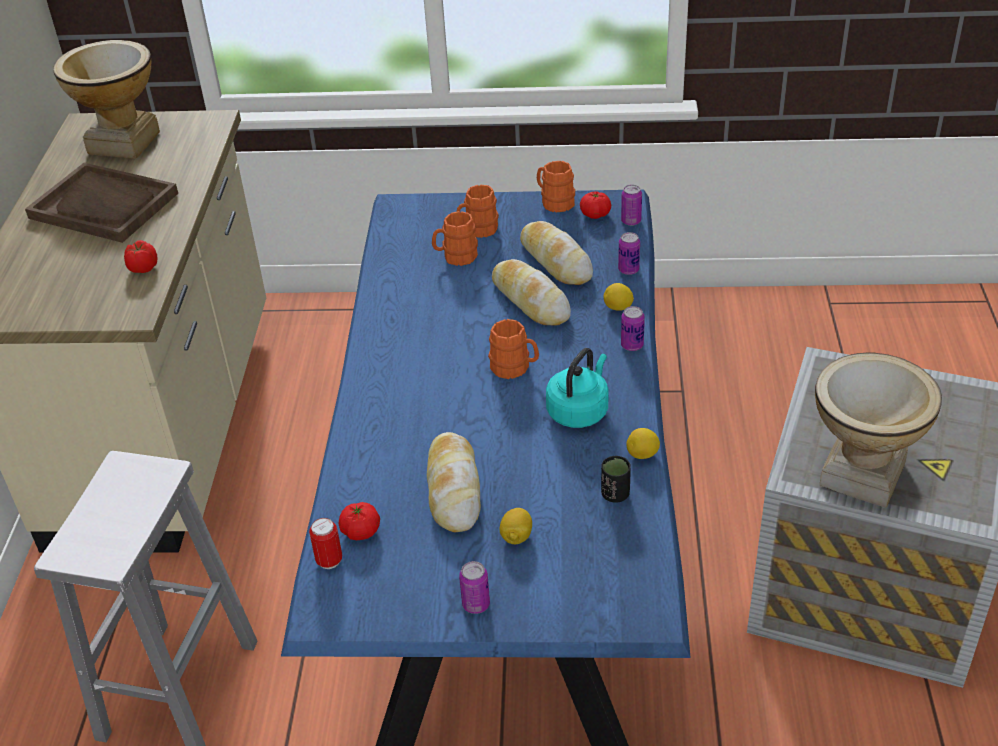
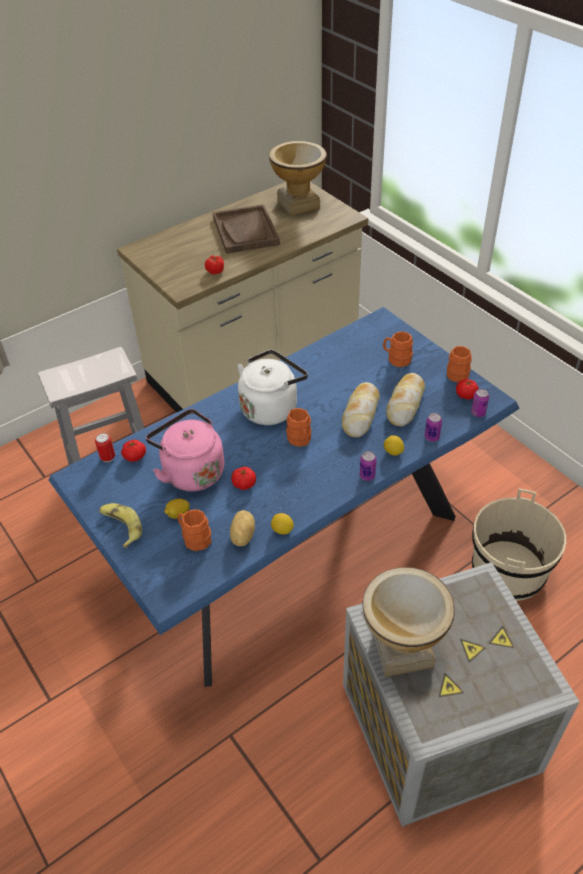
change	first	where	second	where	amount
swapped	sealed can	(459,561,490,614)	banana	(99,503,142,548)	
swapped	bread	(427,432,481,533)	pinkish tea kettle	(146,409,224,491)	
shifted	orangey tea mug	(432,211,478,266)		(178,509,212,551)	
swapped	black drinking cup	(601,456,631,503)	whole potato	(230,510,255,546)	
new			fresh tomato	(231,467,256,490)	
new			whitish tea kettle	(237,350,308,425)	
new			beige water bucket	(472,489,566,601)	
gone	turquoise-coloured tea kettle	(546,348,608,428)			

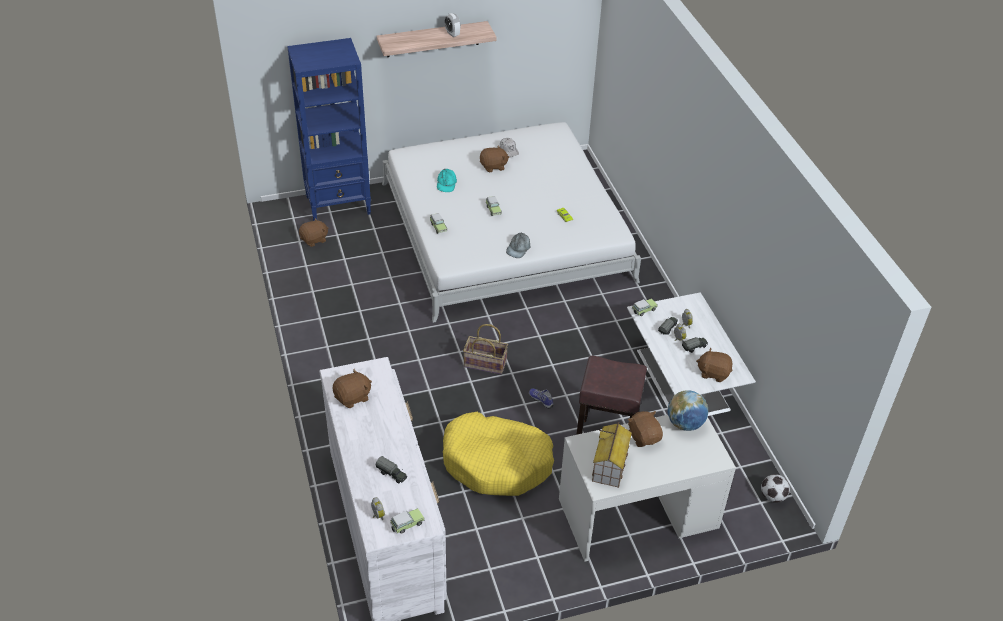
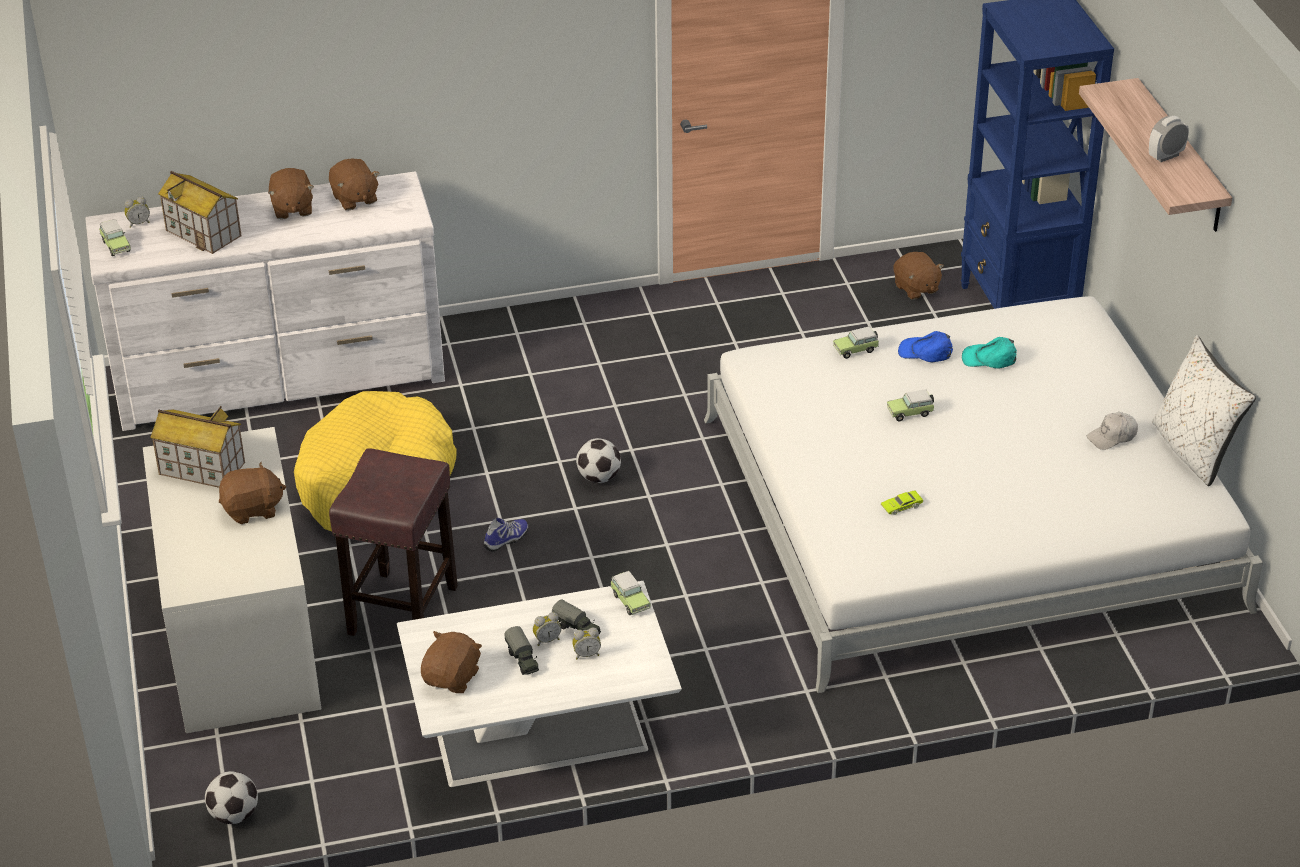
change	first	where	second	where	amount
swapped	toy truck	(376,456,407,484)	toy house	(158,171,242,254)	
shifted	brownish cuddly toy	(480,145,509,173)		(268,168,314,219)	
swapped	household basket	(463,324,508,375)	football	(576,438,621,483)	
new			blue-coloured peaked cap	(898,331,953,362)	
new			whitish cushion	(1152,335,1256,486)	
gone	grey peaked cap	(506,233,530,258)			
gone	desk globe	(667,390,708,431)			

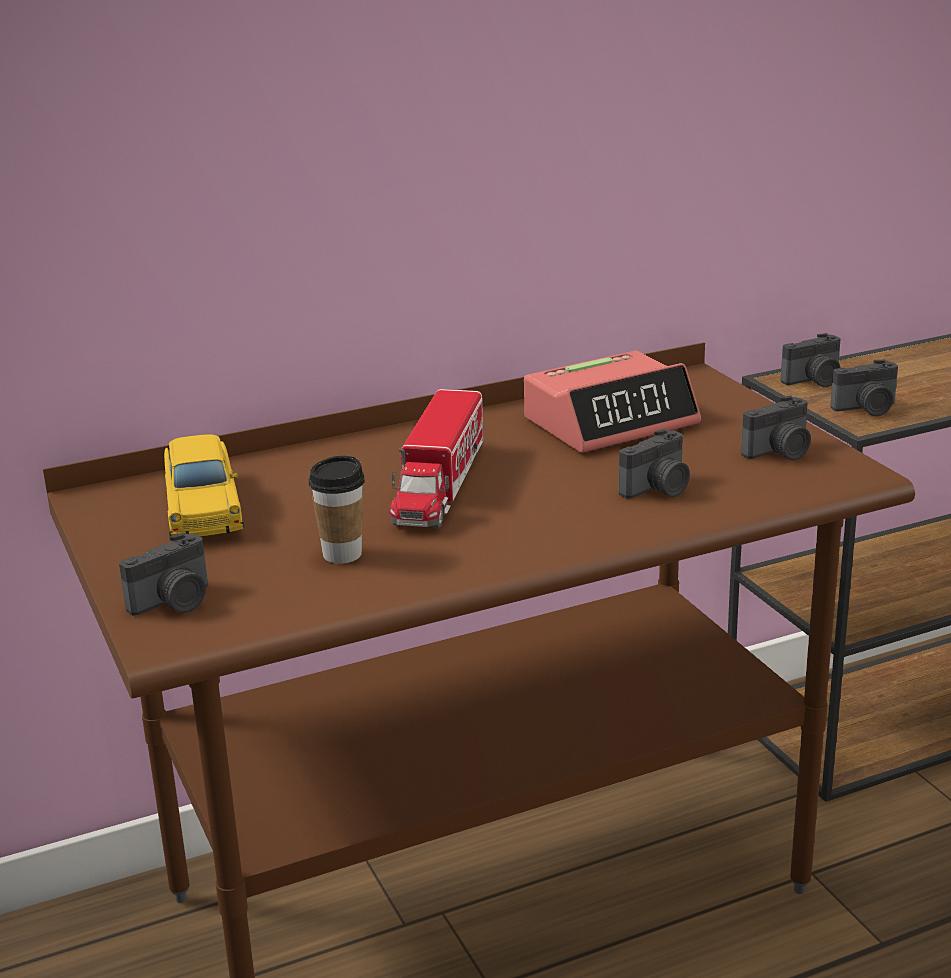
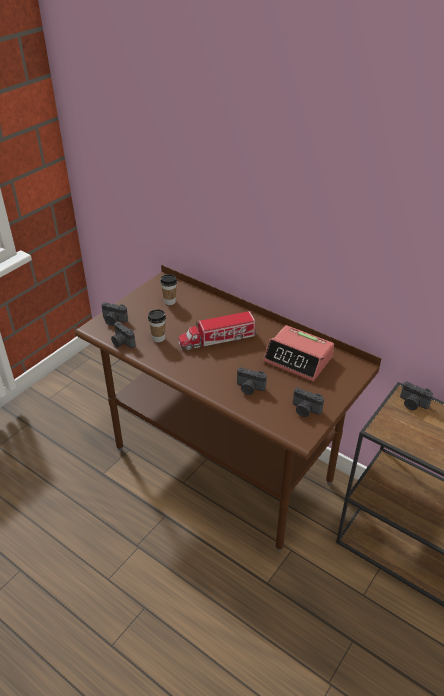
change	first	where	second	where	amount
shifted	still camera	(830,359,898,416)		(111,322,136,348)	
swapped	yellow-coloured toy car	(164,434,244,536)	drinking cup	(160,274,177,305)	

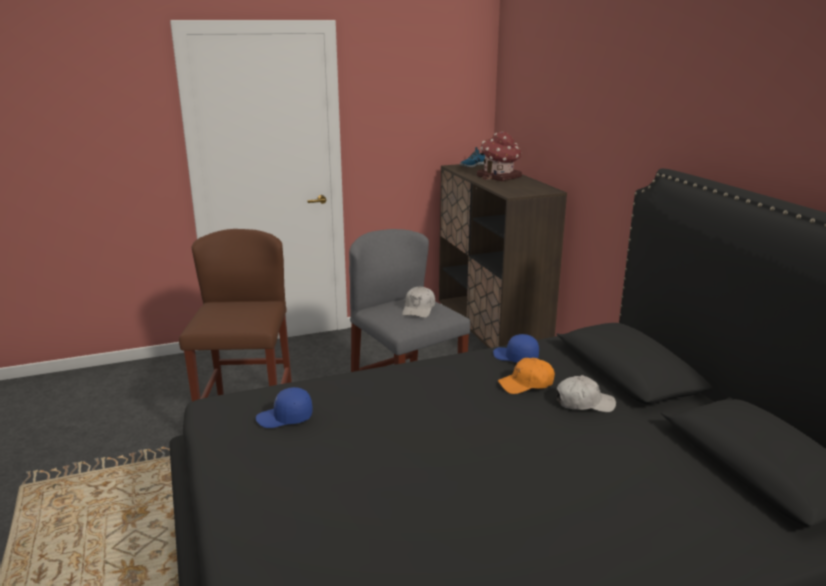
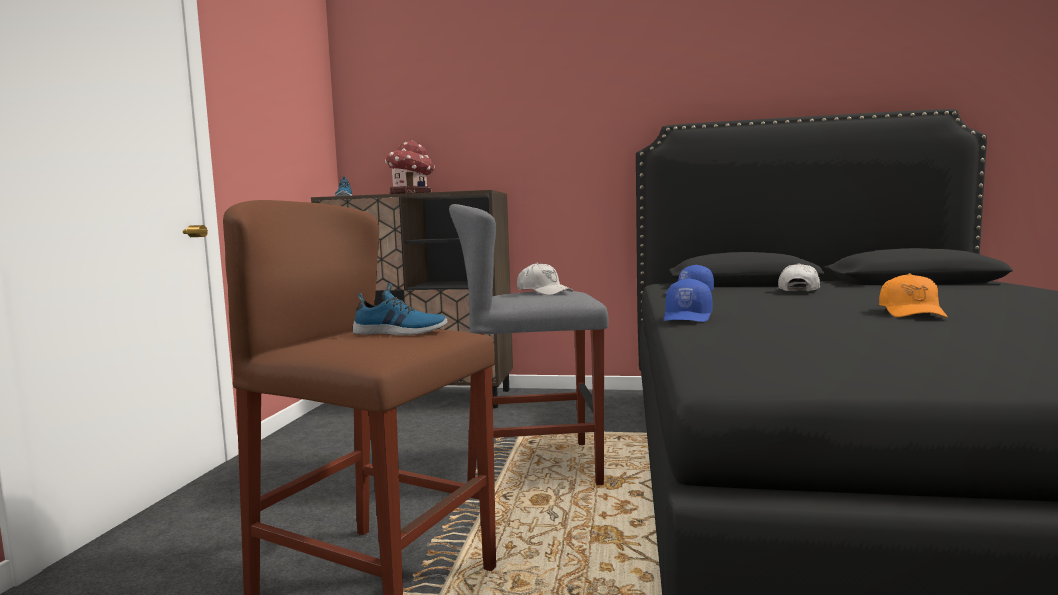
change	first	where	second	where	amount
new			shoe	(353,283,448,335)	
shifted	blue-coloured peaked cap	(256,387,312,428)		(664,278,713,322)	
shifted	orangey peaked cap	(498,358,555,394)		(879,273,948,318)	

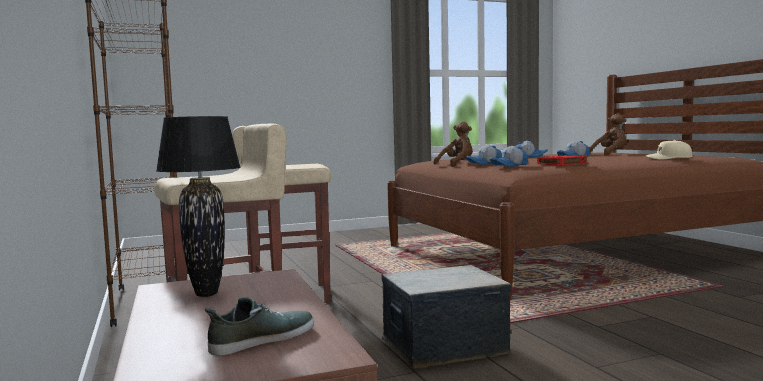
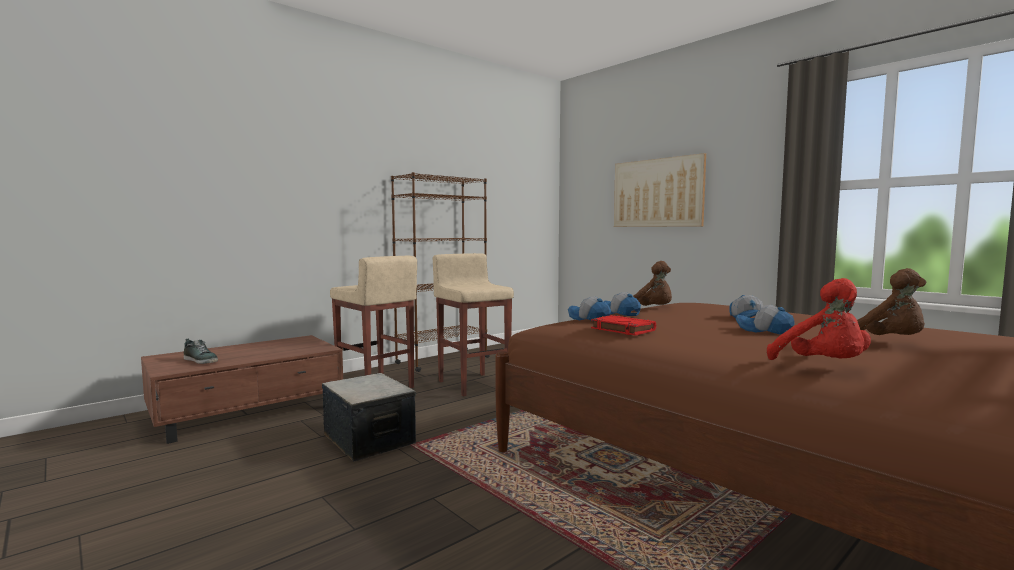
change	first	where	second	where	amount
new			picture	(614,153,706,227)	
swapped	beige peaked cap	(645,140,693,160)	red cuddly toy	(767,278,871,360)	
gone	black tabletop lamp	(156,116,241,297)			

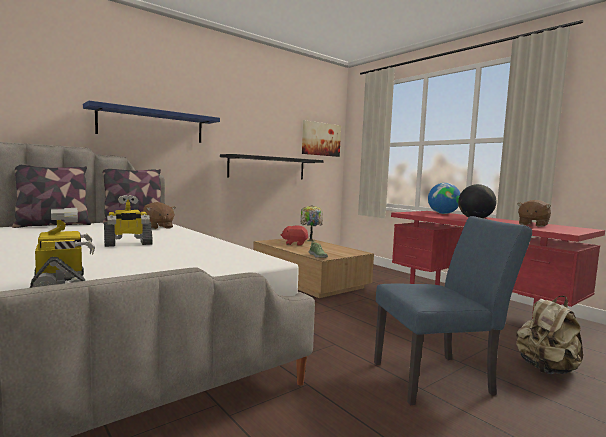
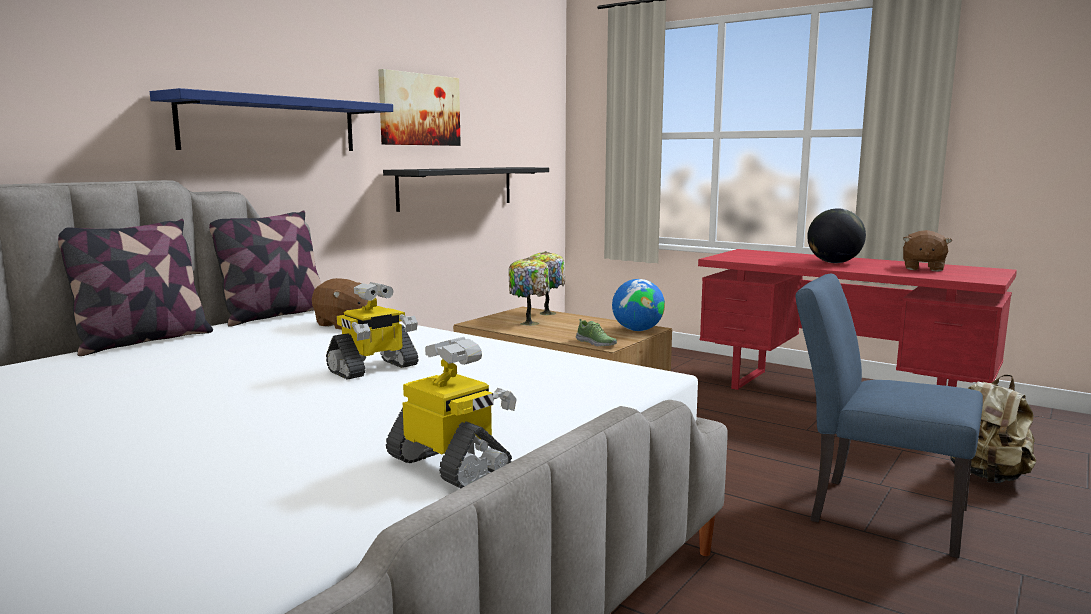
change	first	where	second	where	amount
shifted	picture	(302,120,341,157)		(378,69,461,146)	
swapped	red cuddly toy	(281,226,309,246)	tabletop lamp	(508,257,550,326)	
shifted	desk globe	(428,183,460,214)		(612,279,665,331)	
rotated	blue-coloured plain chair	(374,216,532,406)		(796,274,983,558)	120 degrees counterclockwise

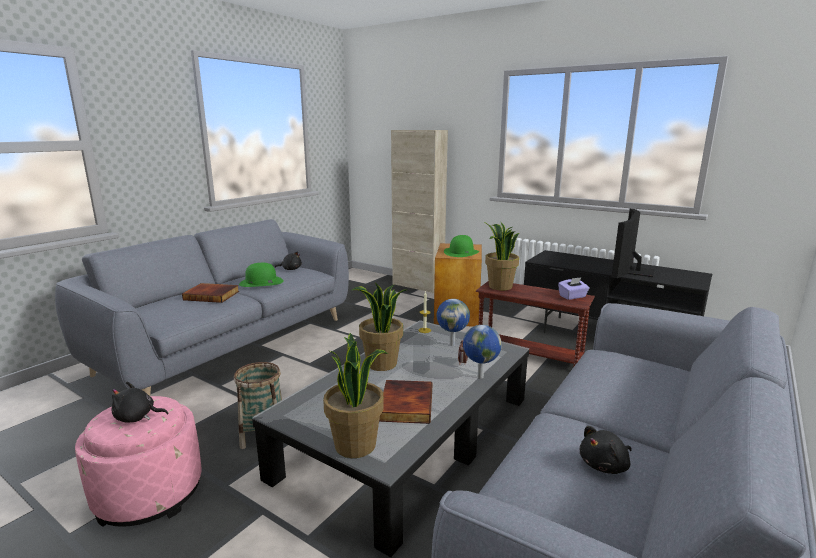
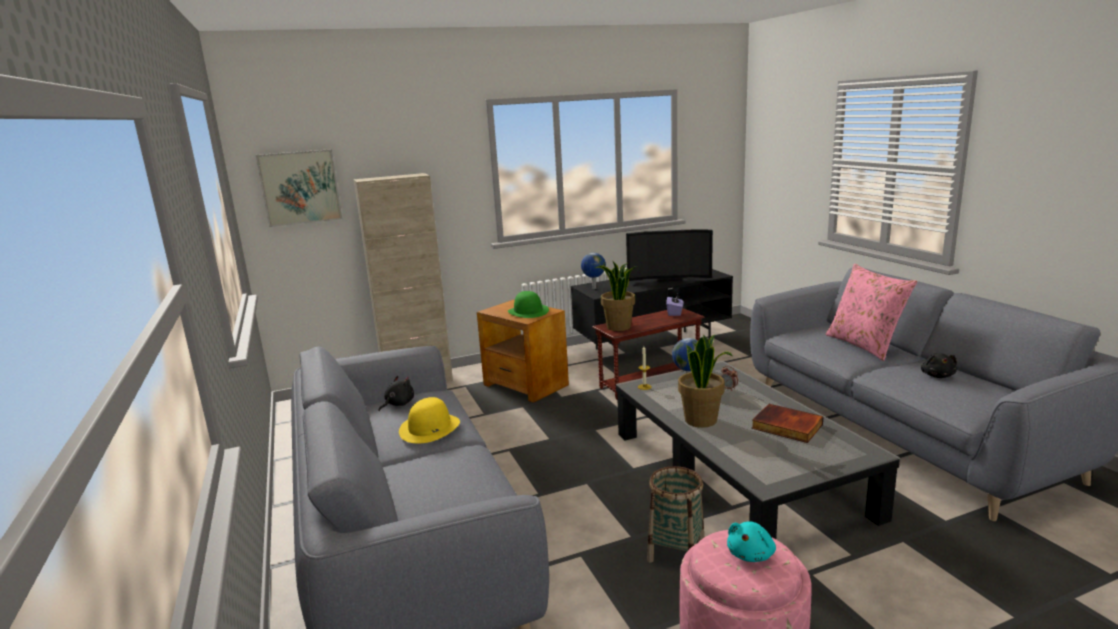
change	first	where	second	where	amount
new			picture	(256,149,342,227)	
repainted	green-coloured clothing hat	(239,263,283,287)	yellow-coloured clothing hat	(399,397,460,443)	
shifted	desk globe	(463,325,502,379)		(581,253,606,289)	
rotated	television	(612,209,655,278)		(626,229,713,282)	60 degrees counterclockwise
repainted	black cuddly toy	(112,382,169,423)	turquoise-coloured cuddly toy	(727,521,776,562)	
new			pinkish cushion	(826,264,917,361)	
gone	bound book	(182,283,239,303)			
gone	potted plant	(323,333,388,458)			

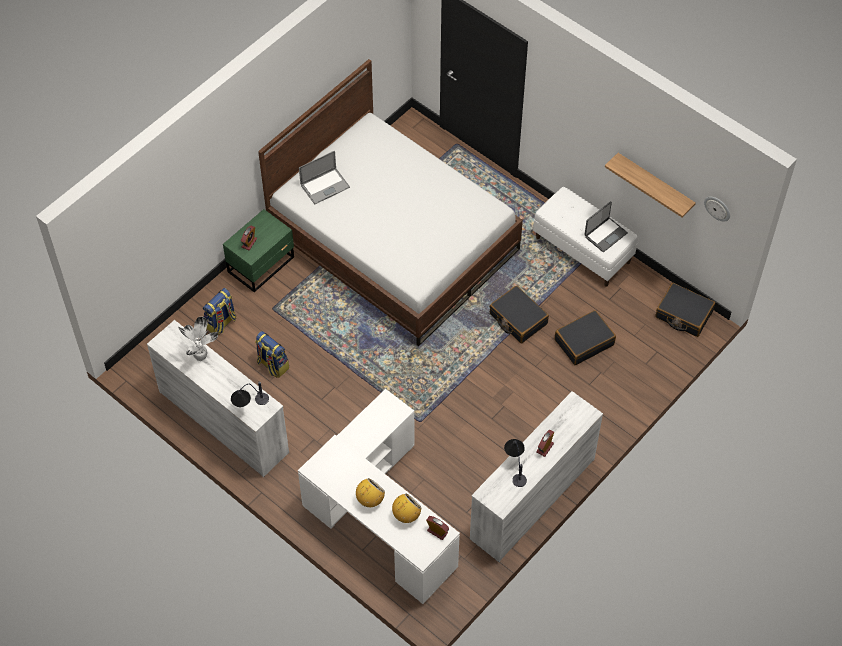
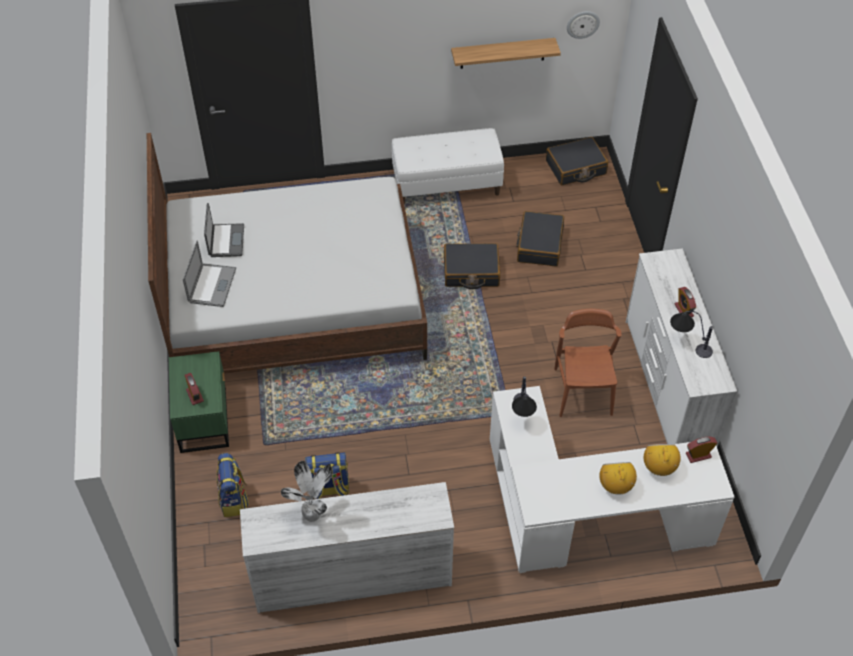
change	first	where	second	where	amount
shifted	notebook computer	(584,201,628,252)		(204,203,244,257)	
shifted	tabletop lamp	(231,381,269,407)		(512,376,537,417)	
new			brownish plain chair	(554,309,622,417)	

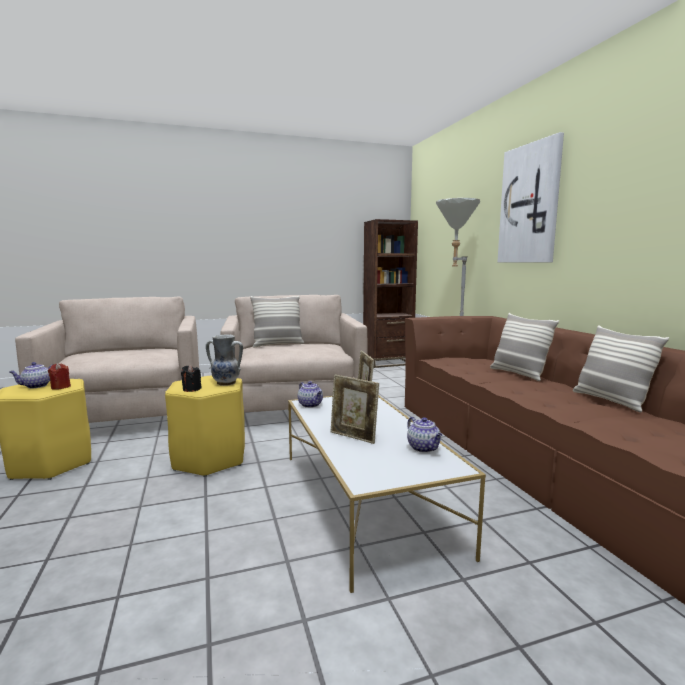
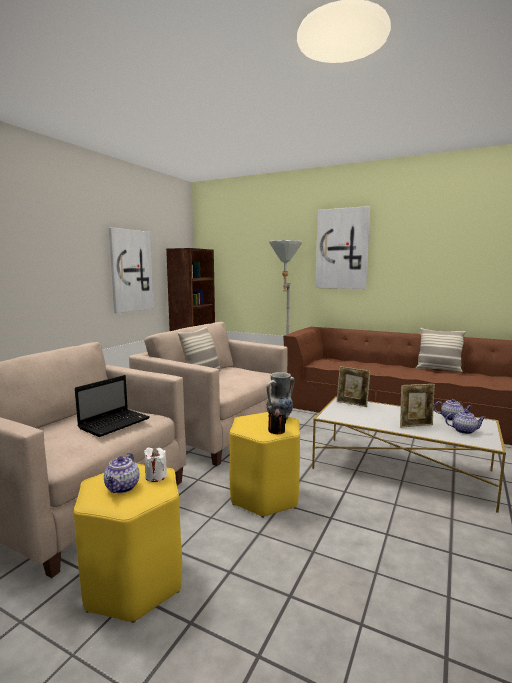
change	first	where	second	where	amount
new			notebook computer	(75,375,150,437)	
new			picture	(109,227,154,313)	
repainted	red wax candle	(48,363,71,390)	whitish wax candle	(144,448,167,482)	
shifted	tea pot	(298,381,323,408)		(445,410,486,434)	
gone	cushion	(490,313,559,381)			

